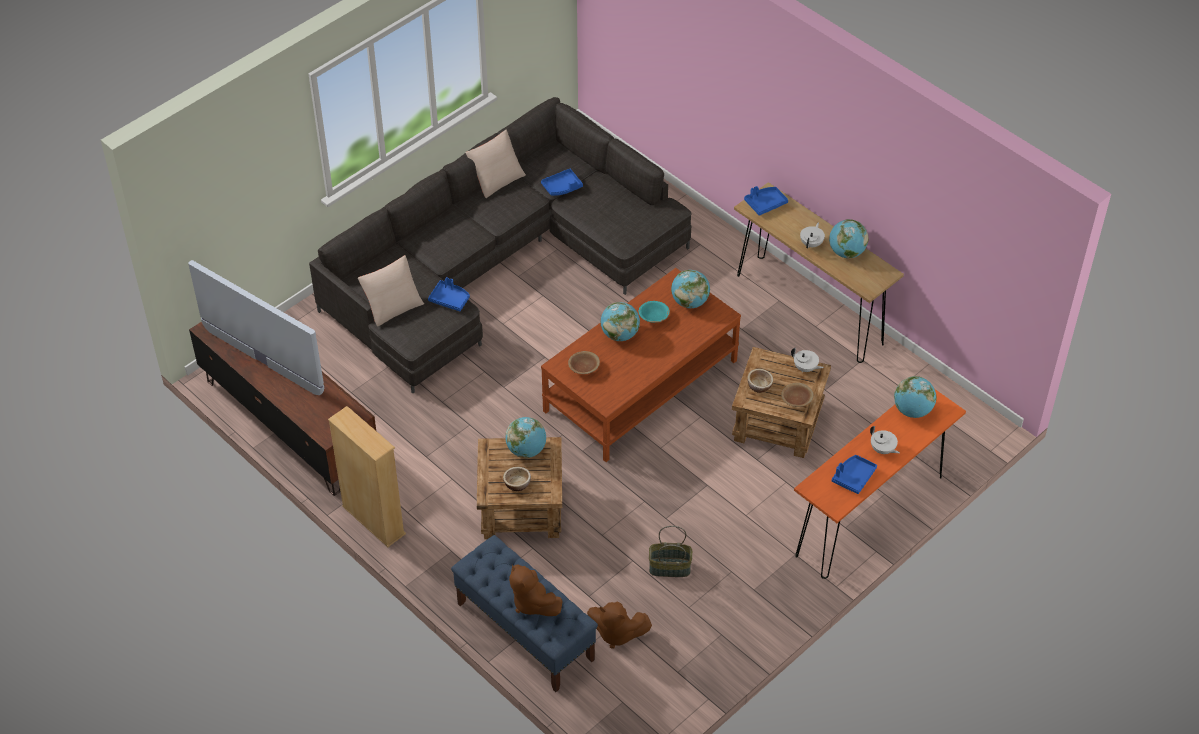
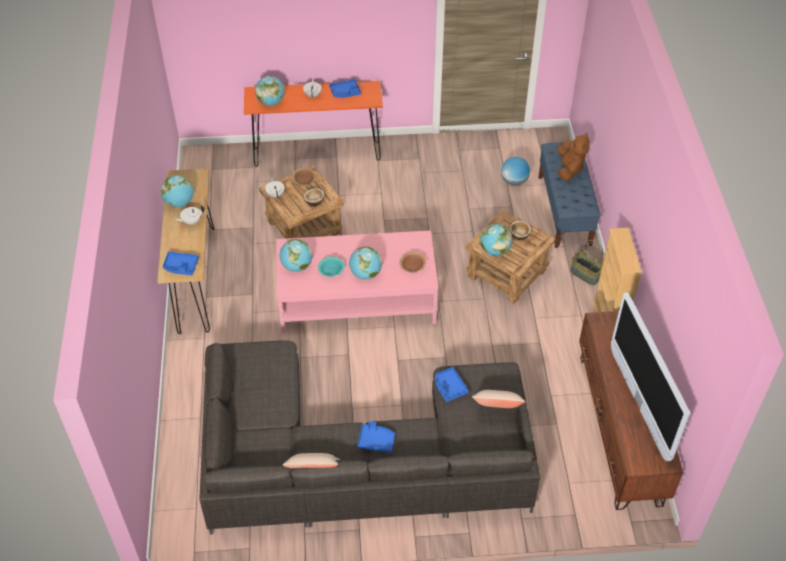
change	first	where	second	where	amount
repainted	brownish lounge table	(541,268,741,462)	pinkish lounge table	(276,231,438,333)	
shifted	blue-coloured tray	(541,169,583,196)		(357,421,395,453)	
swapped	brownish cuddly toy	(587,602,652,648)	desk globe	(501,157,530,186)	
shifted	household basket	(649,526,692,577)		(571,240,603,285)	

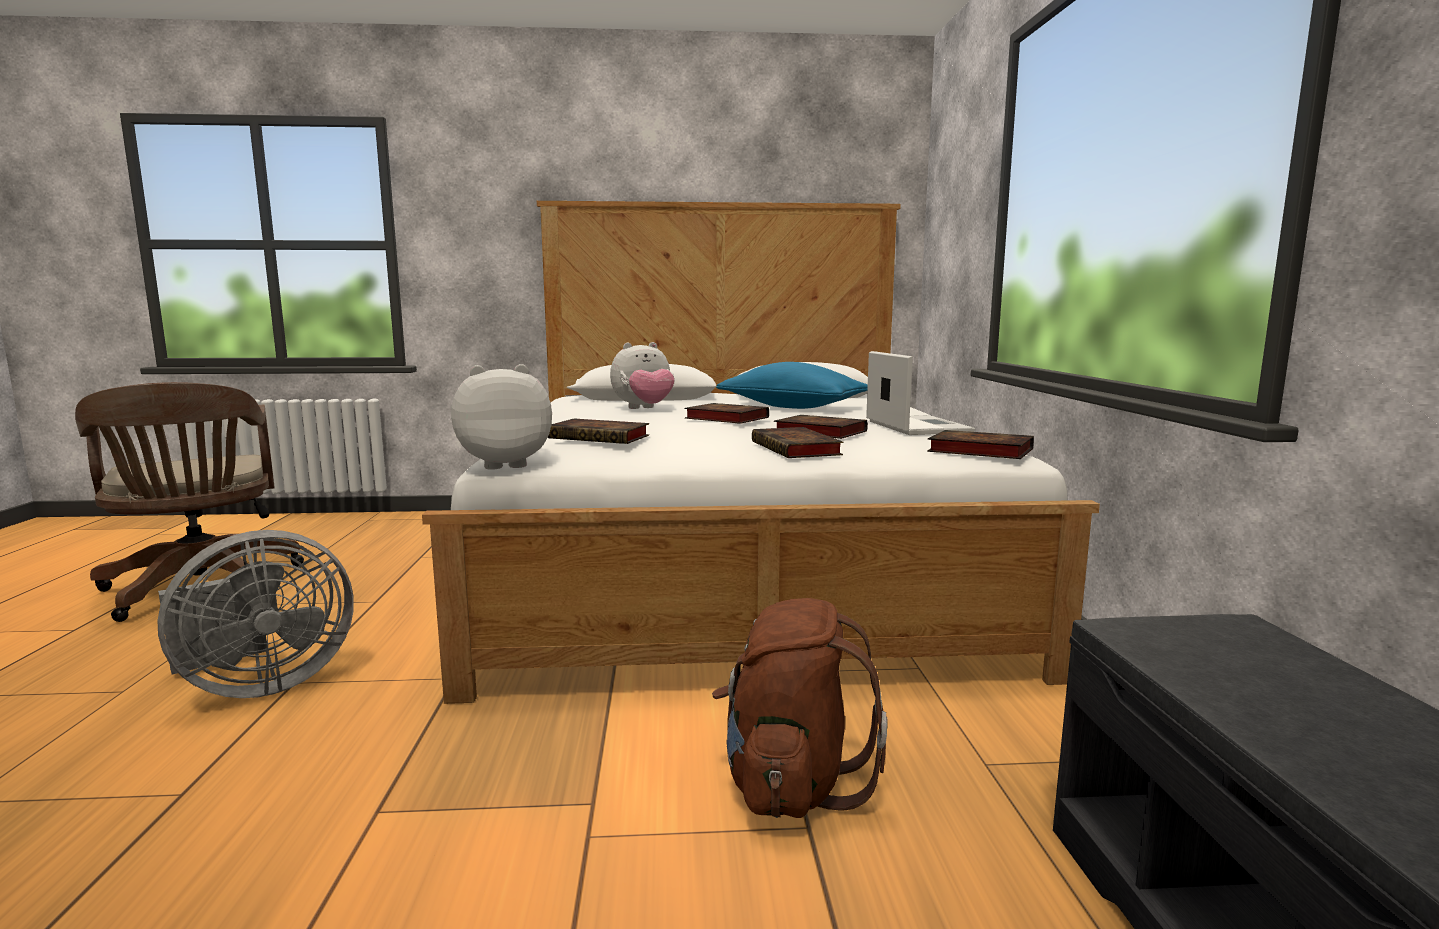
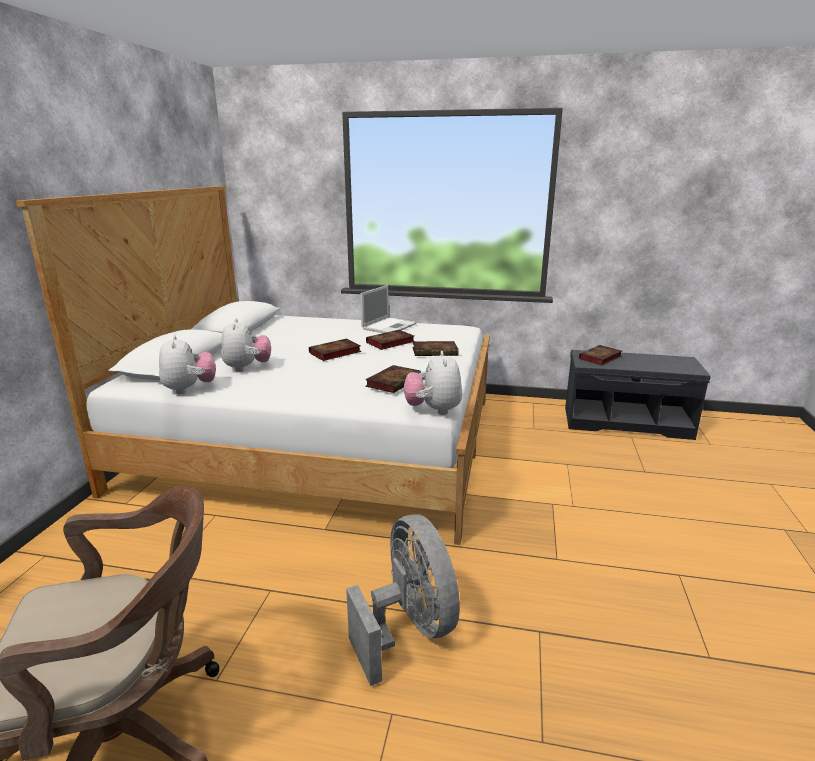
change	first	where	second	where	amount
new			cuddly toy	(159,335,216,394)	
rotated	notebook computer	(866,351,976,435)		(360,285,417,333)	120 degrees clockwise
shifted	bound book	(927,430,1034,459)		(579,345,622,365)	
gone	brownish backpack	(712,598,888,818)			
gone	blue-coloured cushion	(716,362,868,409)			

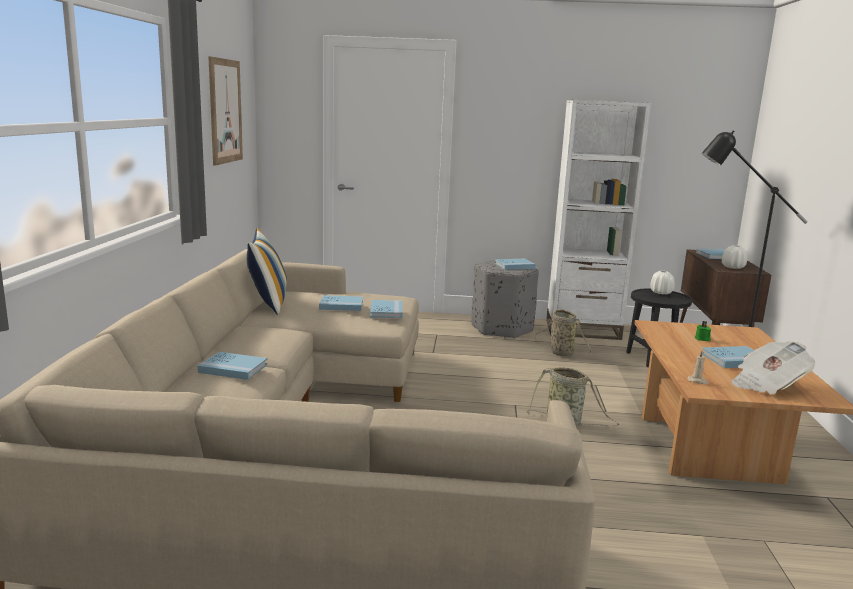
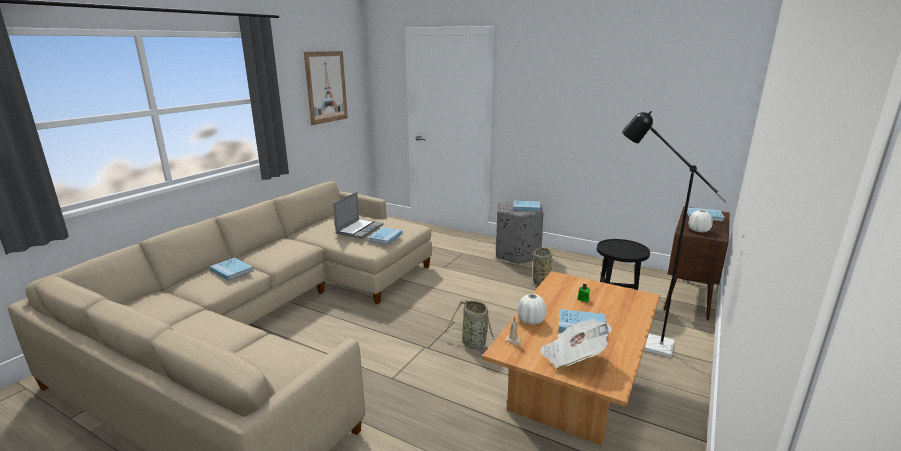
change	first	where	second	where	amount
swapped	blue-coloured bound book	(319,295,363,311)	notebook computer	(333,192,384,238)	
shifted	whitish flower vase	(650,271,675,294)		(518,294,546,325)	
gone	cushion	(247,228,287,315)			
gone	whitish bookshelf	(546,100,651,340)			

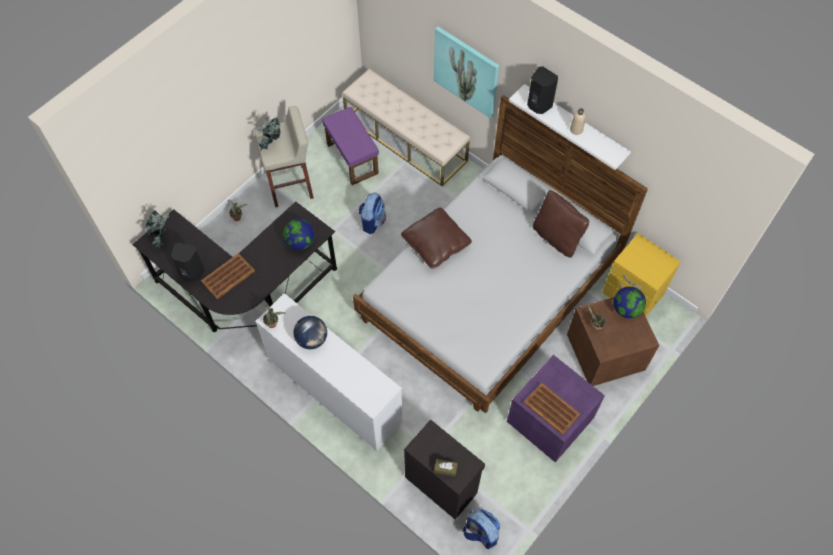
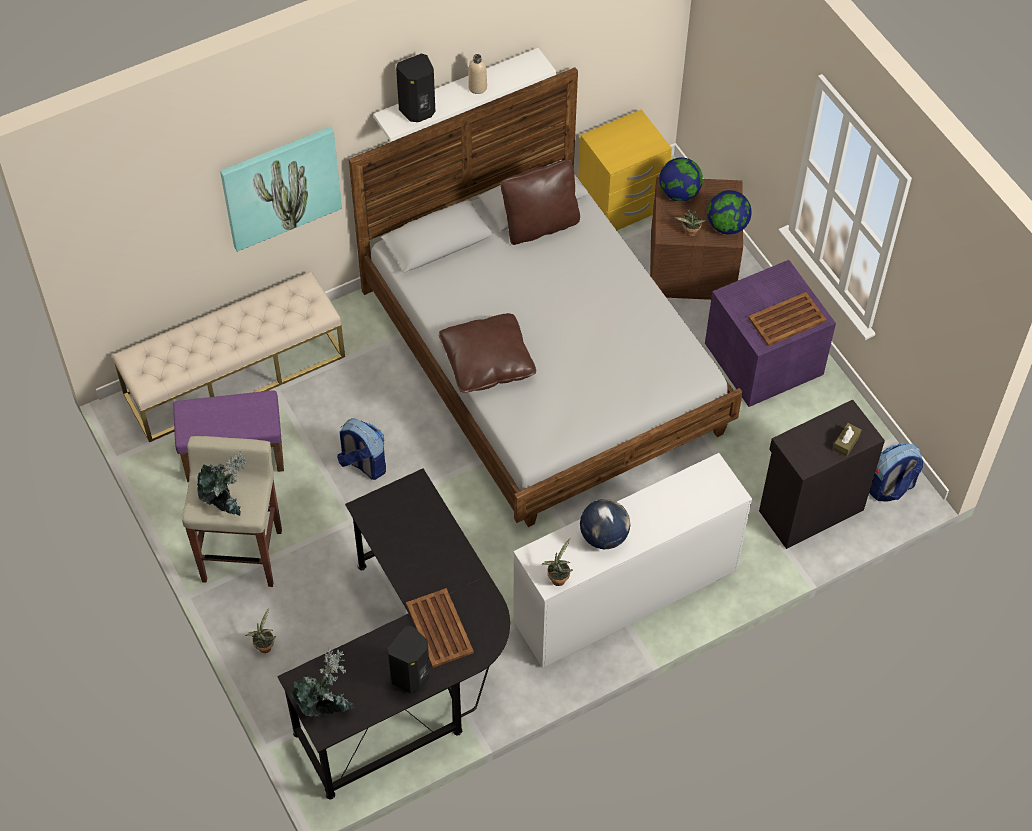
change	first	where	second	where	amount
shifted	desk globe	(283,219,315,250)		(707,190,752,235)	

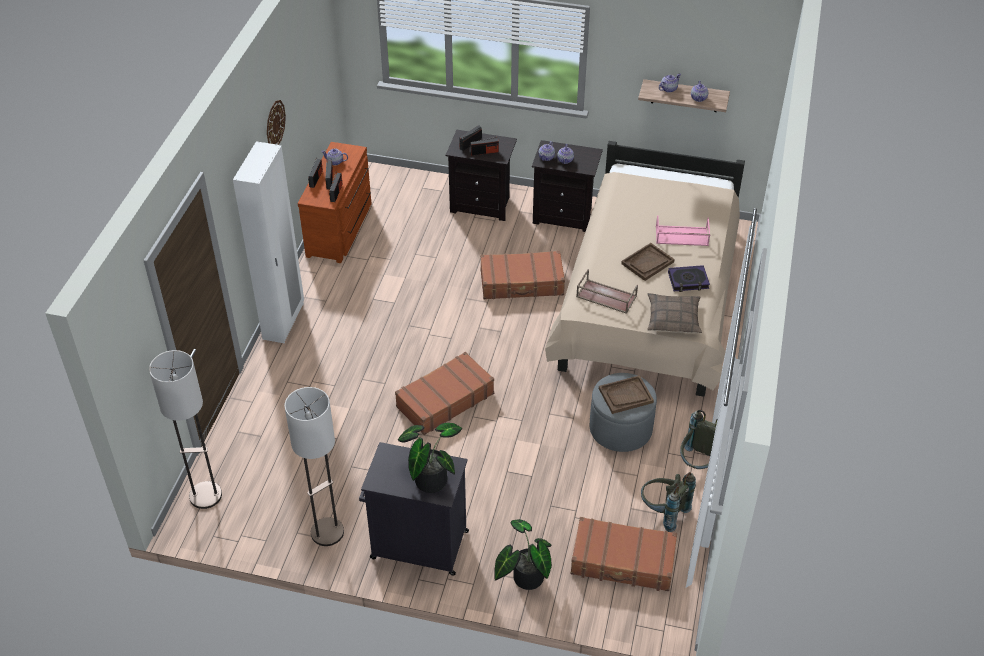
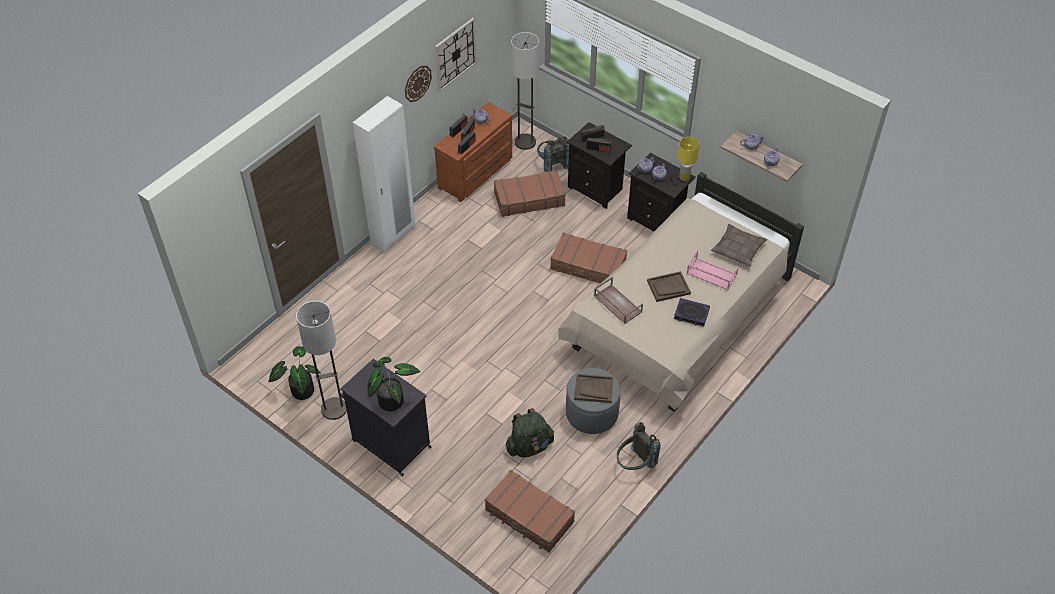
change	first	where	second	where	amount
shifted	potted plant	(494,519,552,590)		(269,346,321,400)	
new			hanging clock	(435,18,477,92)	
shifted	brownish suitcase	(395,352,494,435)		(494,170,566,217)	
new			green-coloured backpack	(506,408,554,458)	
shifted	standard lamp	(149,350,222,509)		(511,32,539,150)	
shifted	grey backpack	(641,472,696,532)		(537,136,569,172)	
new			yellow-coloured tabletop lamp	(677,137,700,181)	
shifted	cushion	(647,293,702,334)		(711,224,767,267)	

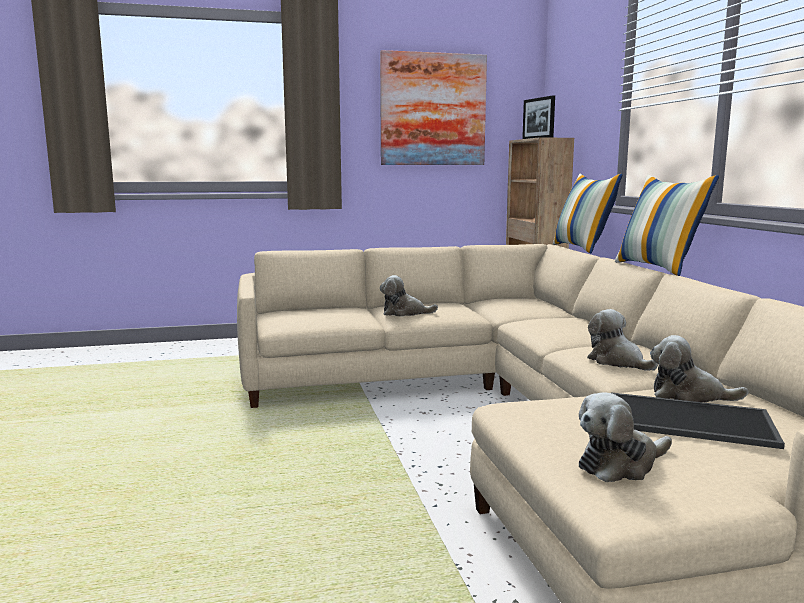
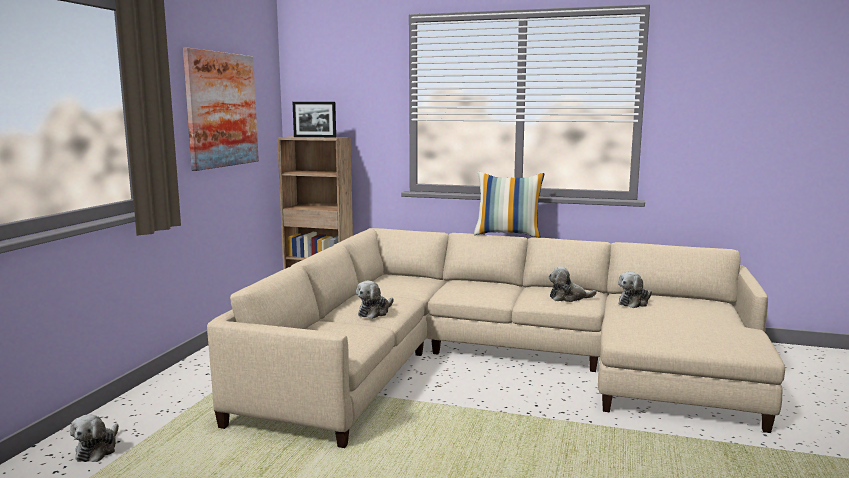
change	first	where	second	where	amount
shifted	cuddly toy	(579,392,672,482)		(70,414,119,462)	
gone	cushion	(553,174,623,254)			
gone	tray	(611,392,785,449)			

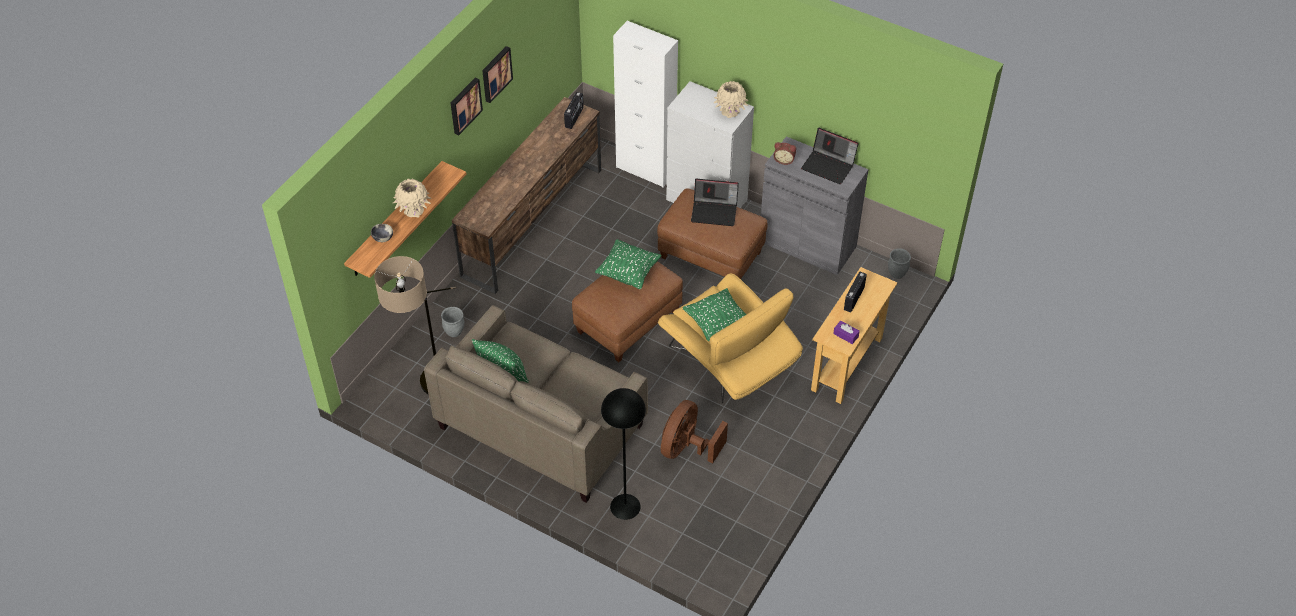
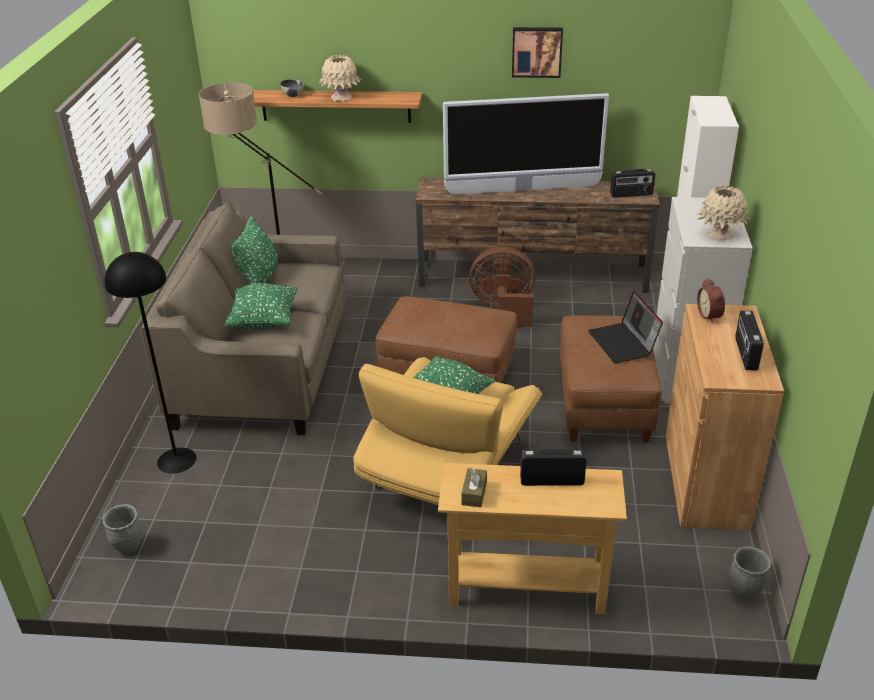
change	first	where	second	where	amount
shifted	grey flower pot	(441,307,464,337)		(103,504,142,554)	
shifted	green-coloured cushion	(595,239,661,289)		(225,283,297,330)	
new			television	(443,93,609,195)	
repainted	purple tissue holder	(833,321,860,344)	brownish tissue holder	(461,468,487,507)	
shifted	brownish cooling fan	(661,400,728,463)		(469,246,536,327)	
repainted	grey cabinet	(761,137,869,275)	brownish cabinet	(666,304,784,530)	
swapped	notebook computer	(801,128,859,184)	radio set	(735,311,764,370)	
gone	picture	(450,78,483,135)			

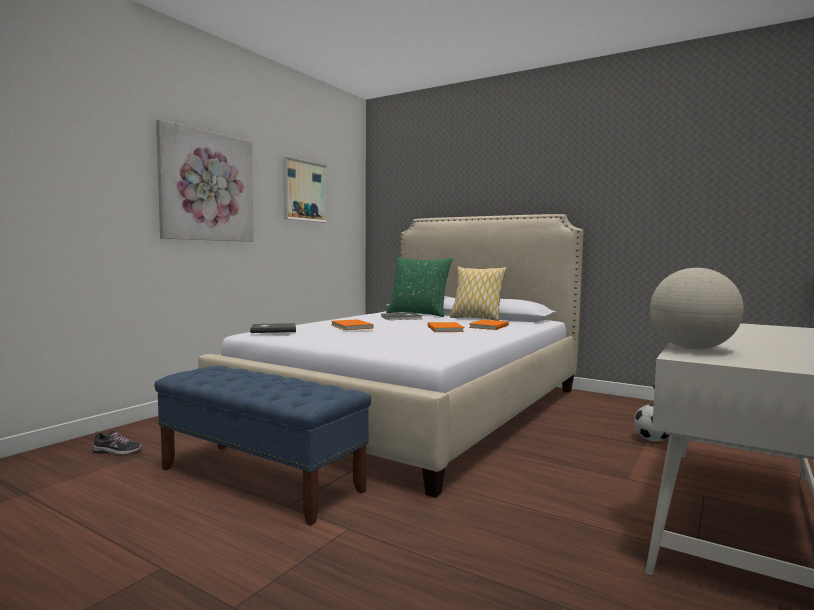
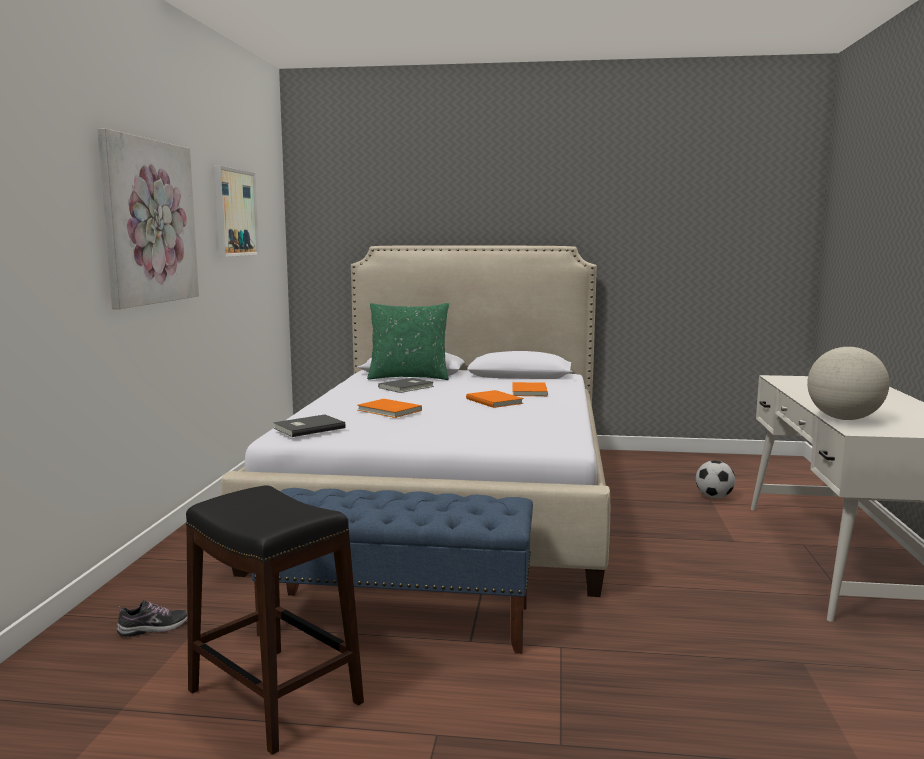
change	first	where	second	where	amount
new			black stool seat	(186,485,364,755)	
gone	cushion	(450,267,507,321)			

